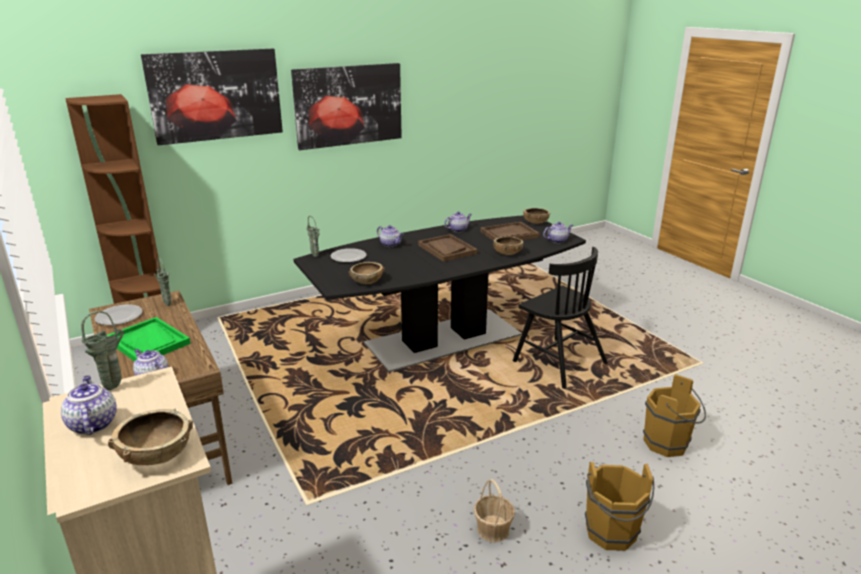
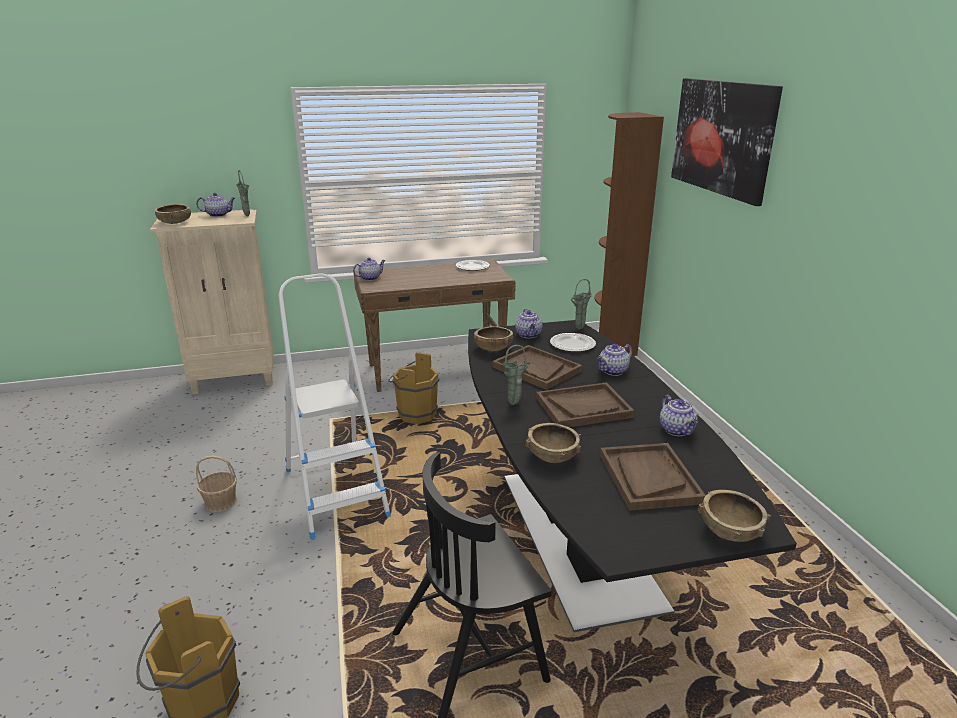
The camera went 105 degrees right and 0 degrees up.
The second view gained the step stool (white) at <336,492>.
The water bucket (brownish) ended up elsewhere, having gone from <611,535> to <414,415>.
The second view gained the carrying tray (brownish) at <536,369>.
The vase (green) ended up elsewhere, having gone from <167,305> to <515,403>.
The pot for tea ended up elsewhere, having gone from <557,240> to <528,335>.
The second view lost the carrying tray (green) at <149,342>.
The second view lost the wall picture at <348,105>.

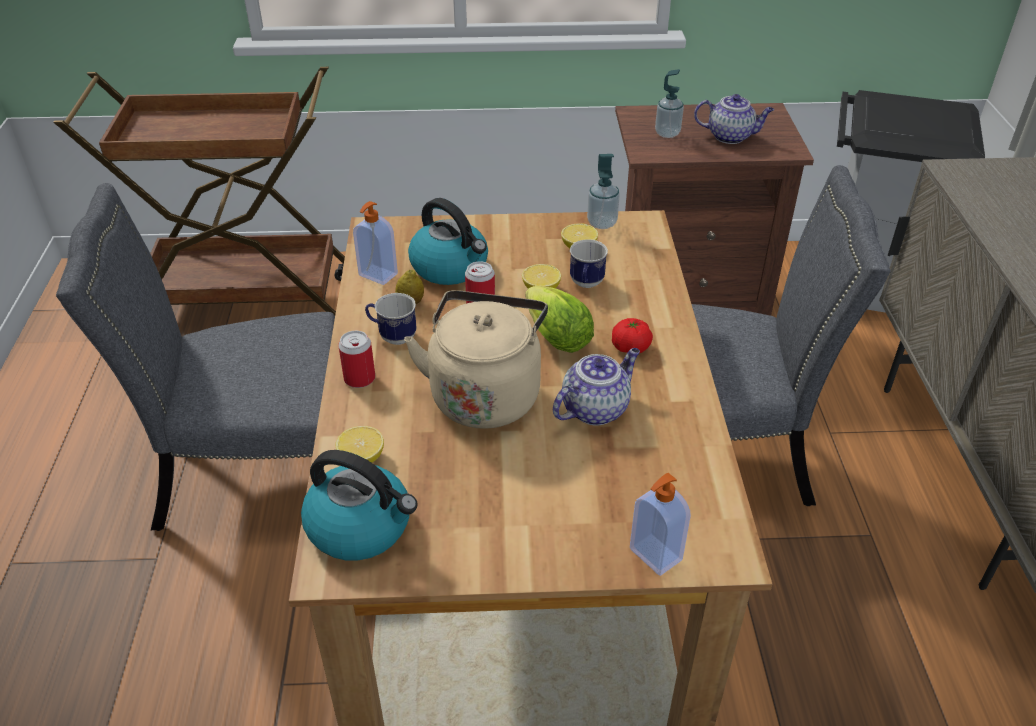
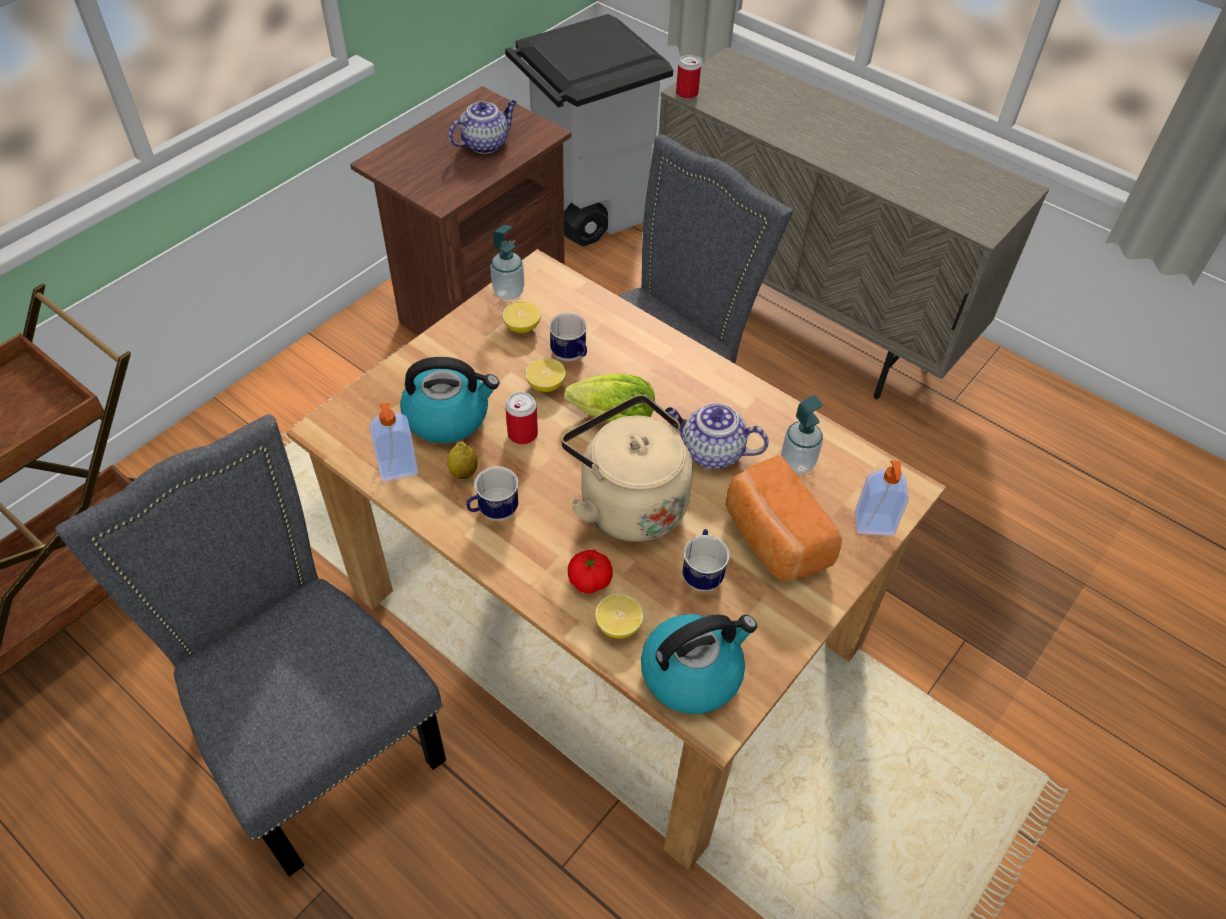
The camera went 50 degrees left and 10 degrees up.
The plain chair (grey) at <259,476> ended up facing another way, 105 degrees clockwise from before.
The whole tomato ended up elsewhere, having gone from <630,347> to <589,580>.
The pot for tea at <595,408> ended up facing another way, 75 degrees counterclockwise from before.
The sealed can ended up elsewhere, having gone from <359,378> to <687,93>.
The second view gained the coffee mug at <702,573>.
The second view gained the bread at <772,539>.
The soap bottle ended up elsewhere, having gone from <667,133> to <797,463>.

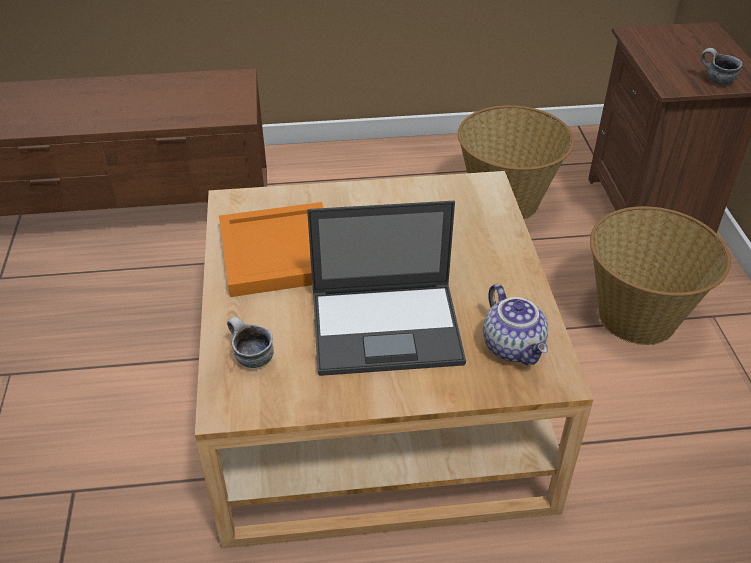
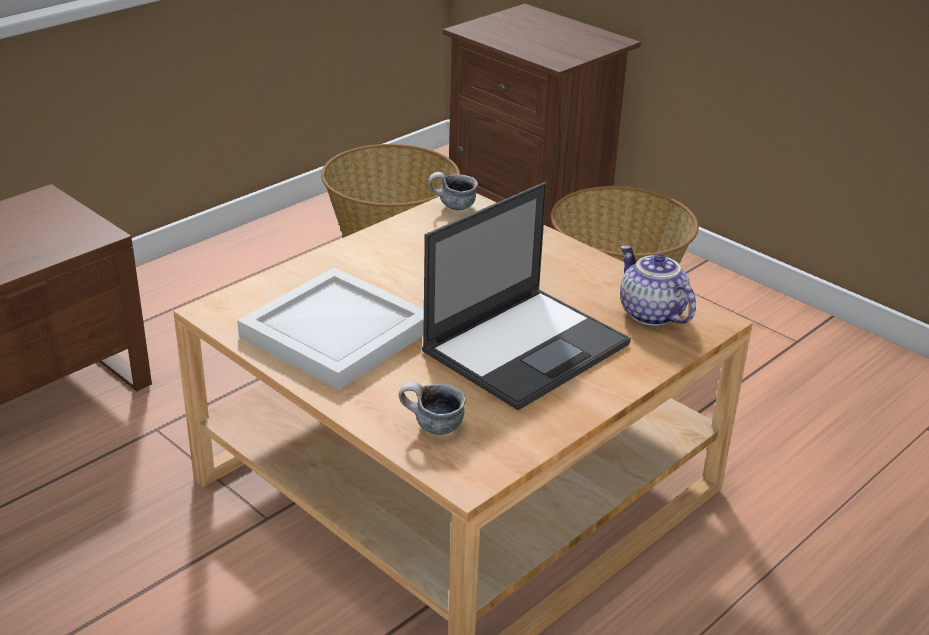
The camera went 40 degrees left and 10 degrees down.
What was the carrying tray (orangey) at <277,254> turned into the carrying tray (white) at <336,335>.
The coffee mug ended up elsewhere, having gone from <715,80> to <452,207>.
The pot for tea at <514,347> ended up facing another way, 150 degrees counterclockwise from before.

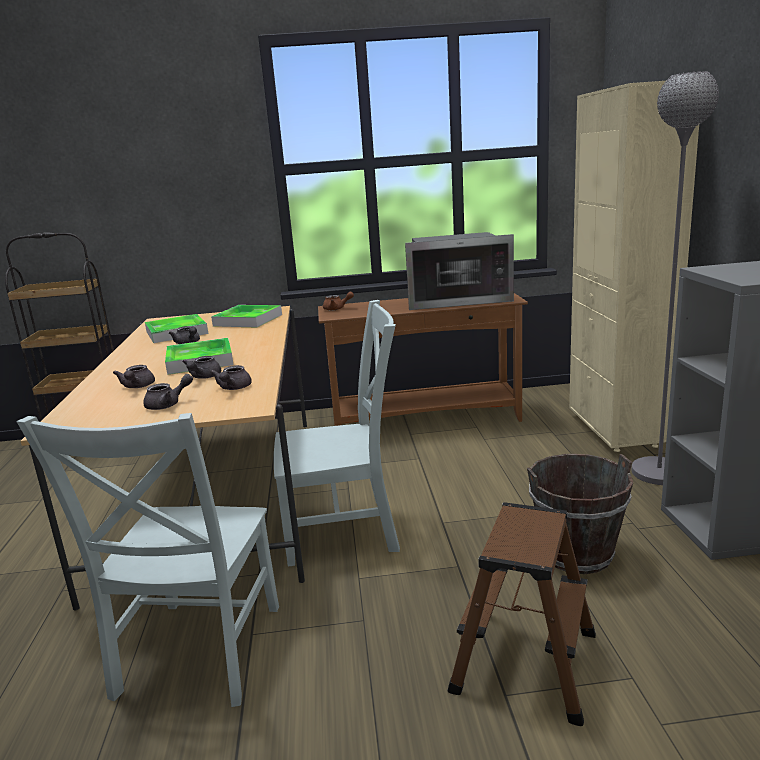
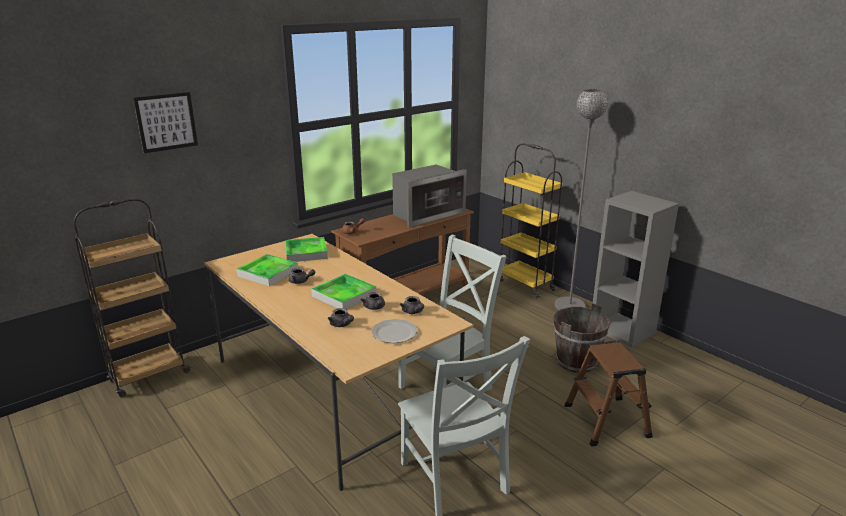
The camera went 35 degrees left and 5 degrees up.
The second view gained the wall picture at <166,122>.
Where the pot for tea (grey) stood at <168,404>, the plate came to stand at <394,333>.
Where the cupboard (beige) stood at <616,432>, the wheeled cart (yellowish) came to stand at <525,285>.

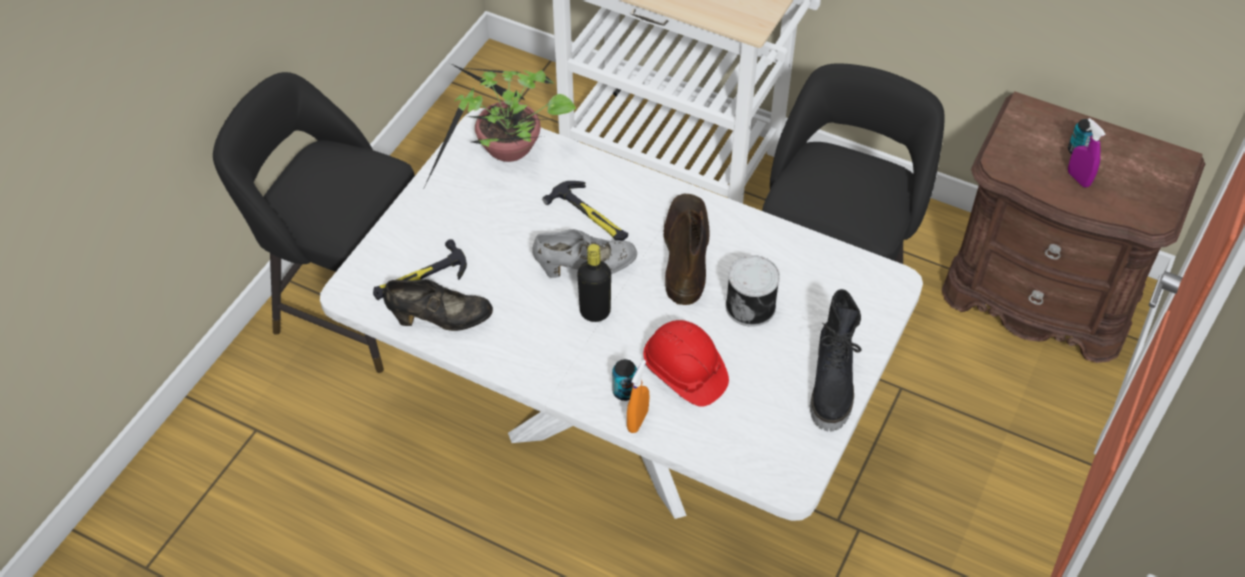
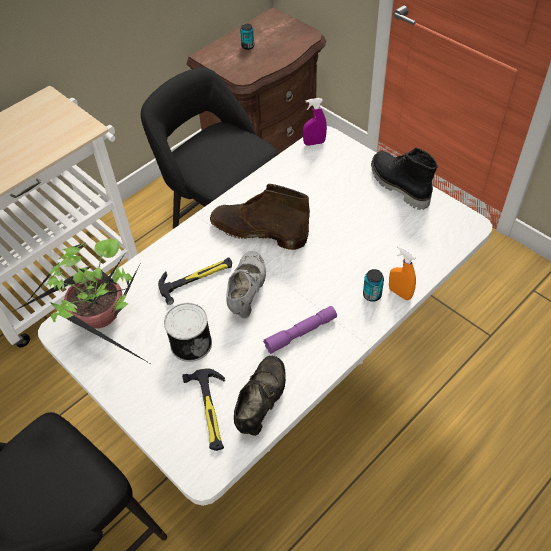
The camera went 70 degrees left and 0 degrees up.
The sealed can ended up elsewhere, having gone from <751,305> to <190,343>.
The second view gained the torch (purple) at <301,333>.
The sprayer (purple) ended up elsewhere, having gone from <1078,179> to <314,143>.
The tall boot (blackish) at <833,386> ended up facing another way, 150 degrees counterclockwise from before.
The second view lost the drink bottle (blackish) at <595,312>.
The second view lost the safety helmet (red) at <684,373>.

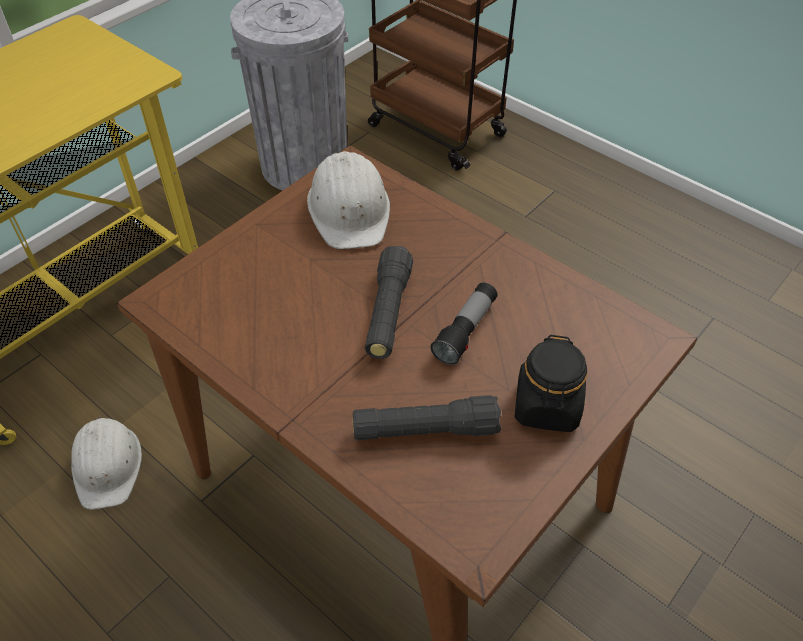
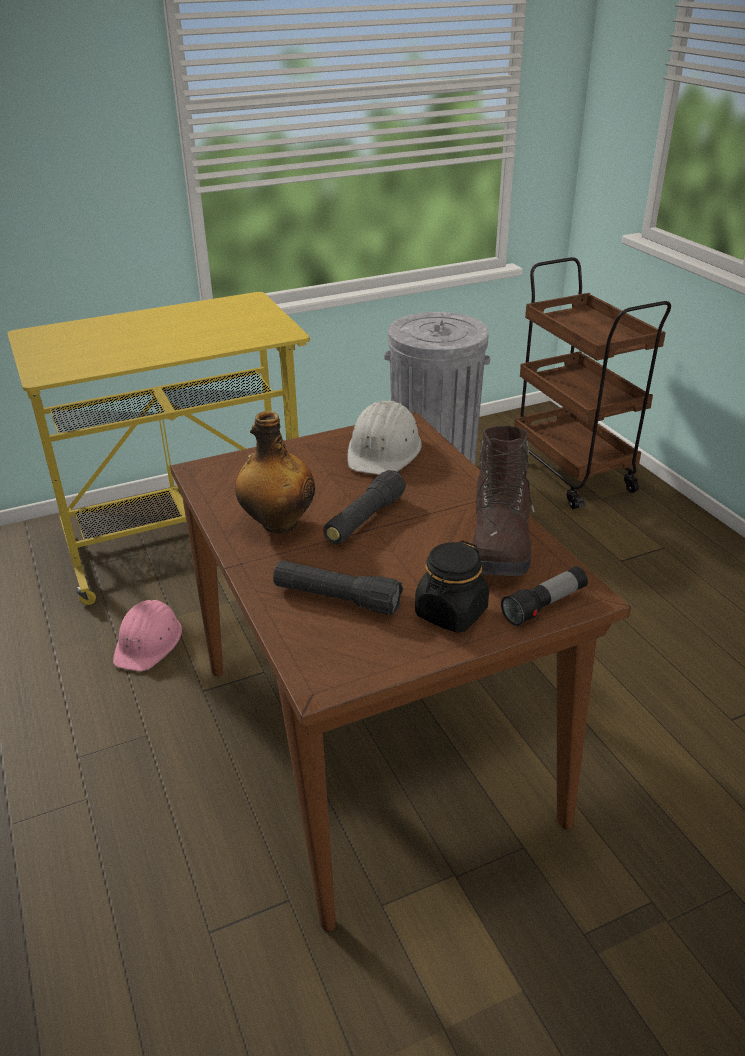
The camera went 25 degrees right and 15 degrees down.
What was the safety helmet (white) at <108,465> turned into the safety helmet (pink) at <149,642>.
The second view gained the drink bottle at <278,523>.
The second view gained the tall boot (brownish) at <499,542>.
The torch ended up elsewhere, having gone from <465,331> to <544,605>.

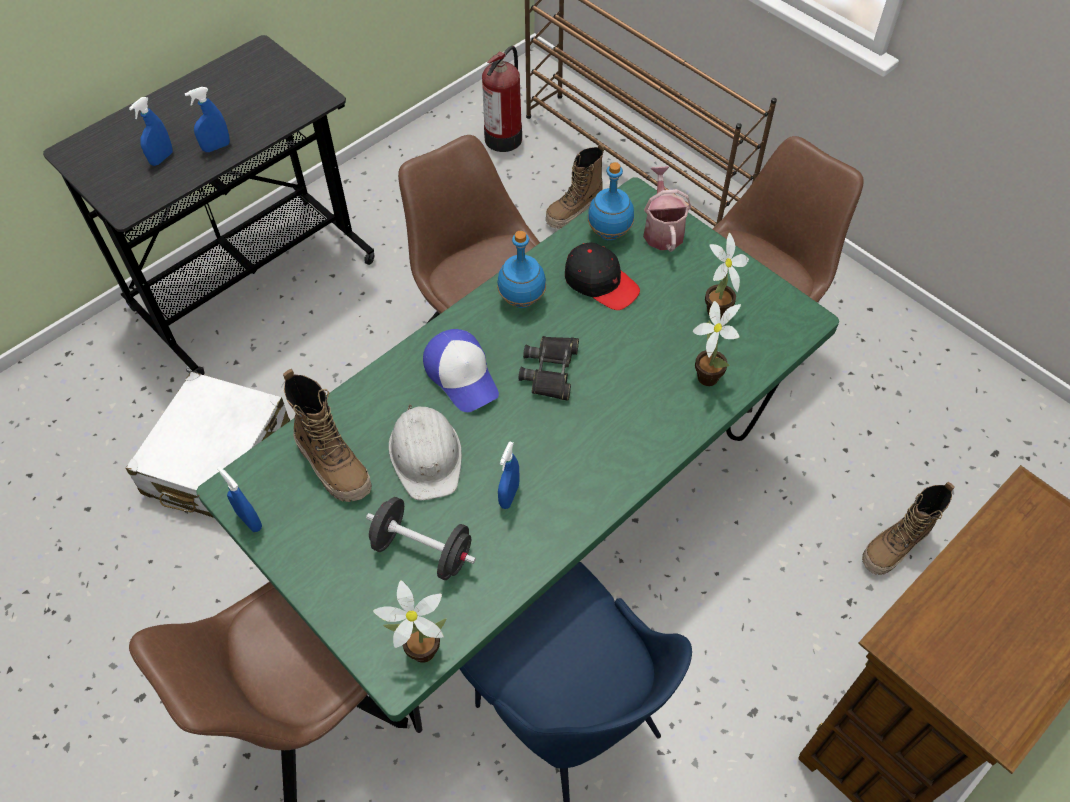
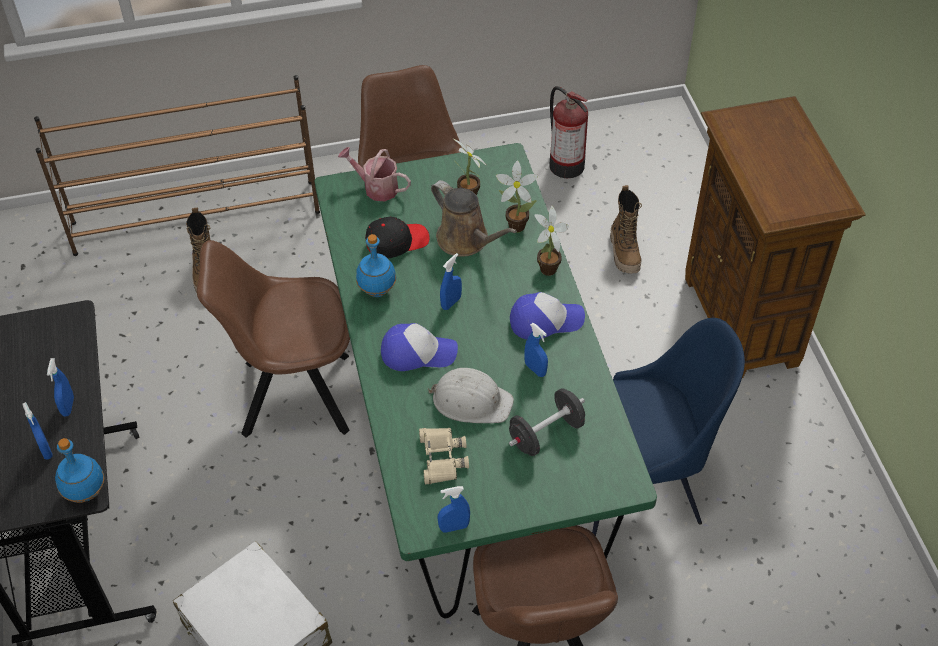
The camera went 60 degrees left and 5 degrees down.
The drink bottle (blue-coloured) ended up elsewhere, having gone from <609,233> to <85,493>.
Where the tall boot stood at <334,465>, the binoculars (beige) came to stand at <441,458>.
The second view gained the watering pot (brownish) at <466,240>.
Where the binoculars (blackish) stood at <551,371>, the sprayer (blue-coloured) came to stand at <451,302>.
The second view gained the peaked cap at <545,321>.
The houseplant ended up elsewhere, having gone from <419,649> to <546,271>.
The fire extinguisher ended up elsewhere, having gone from <504,137> to <565,164>.

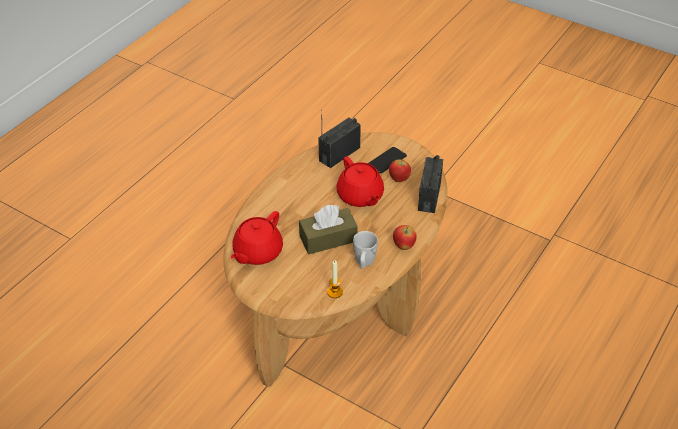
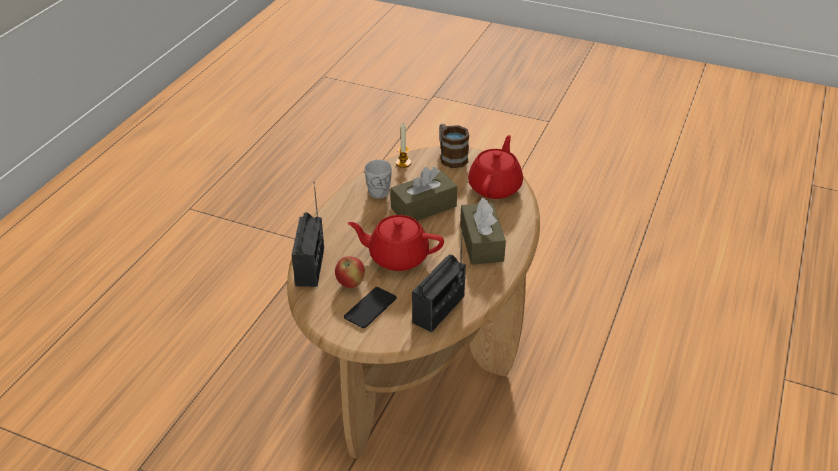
The camera went 170 degrees right and 5 degrees down.
The pot for tea (red) at <360,196> ended up facing another way, 45 degrees counterclockwise from before.
The second view gained the coffee mug at <450,156>.
The second view gained the box of tissues (brownish) at <481,243>.
The second view lost the whole apple at <404,246>.

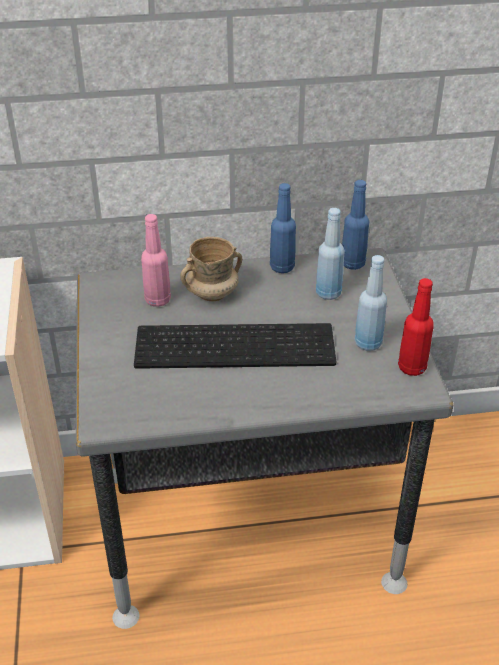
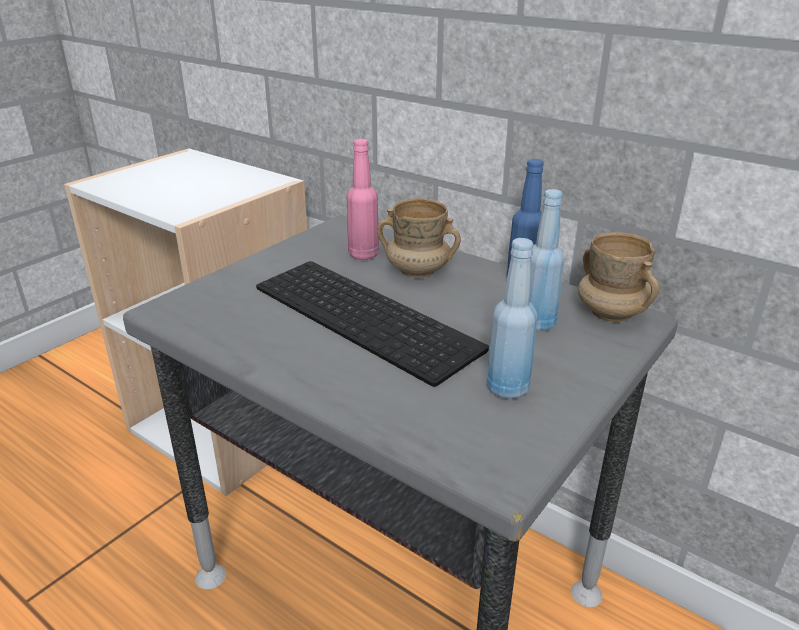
The camera went 45 degrees right and 10 degrees down.
Where the drink bottle (blue-coloured) stood at <353,263>, the coffee mug (beige) came to stand at <611,313>.
The second view lost the drink bottle (red) at <411,367>.

